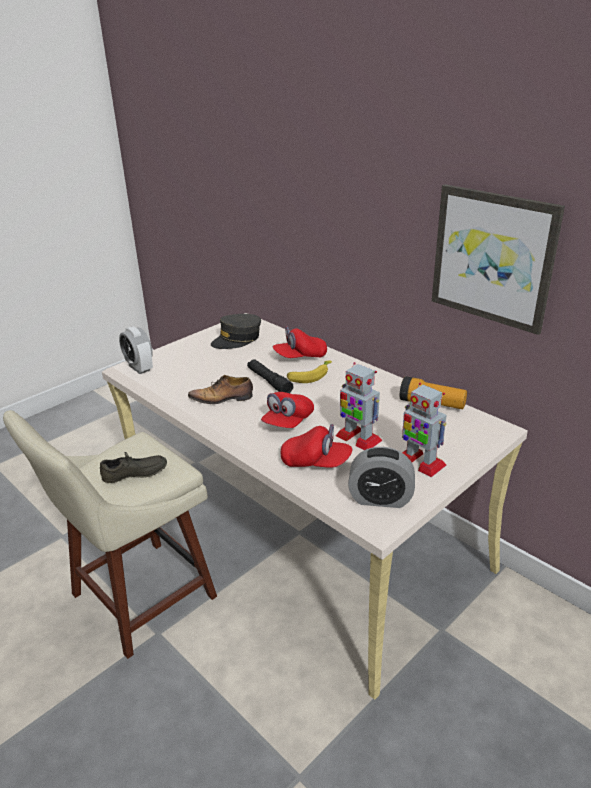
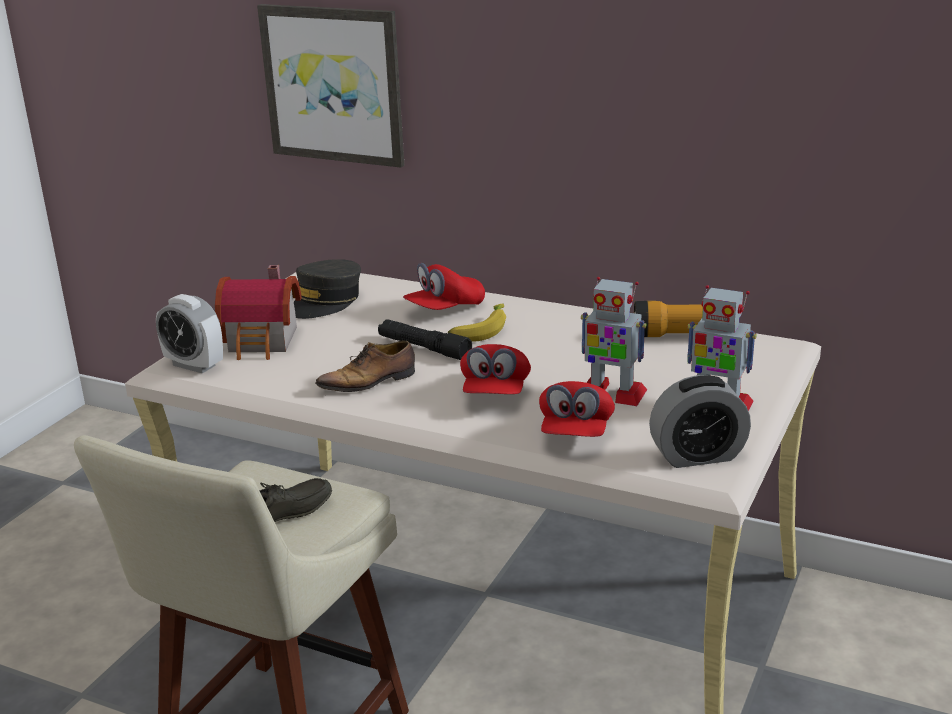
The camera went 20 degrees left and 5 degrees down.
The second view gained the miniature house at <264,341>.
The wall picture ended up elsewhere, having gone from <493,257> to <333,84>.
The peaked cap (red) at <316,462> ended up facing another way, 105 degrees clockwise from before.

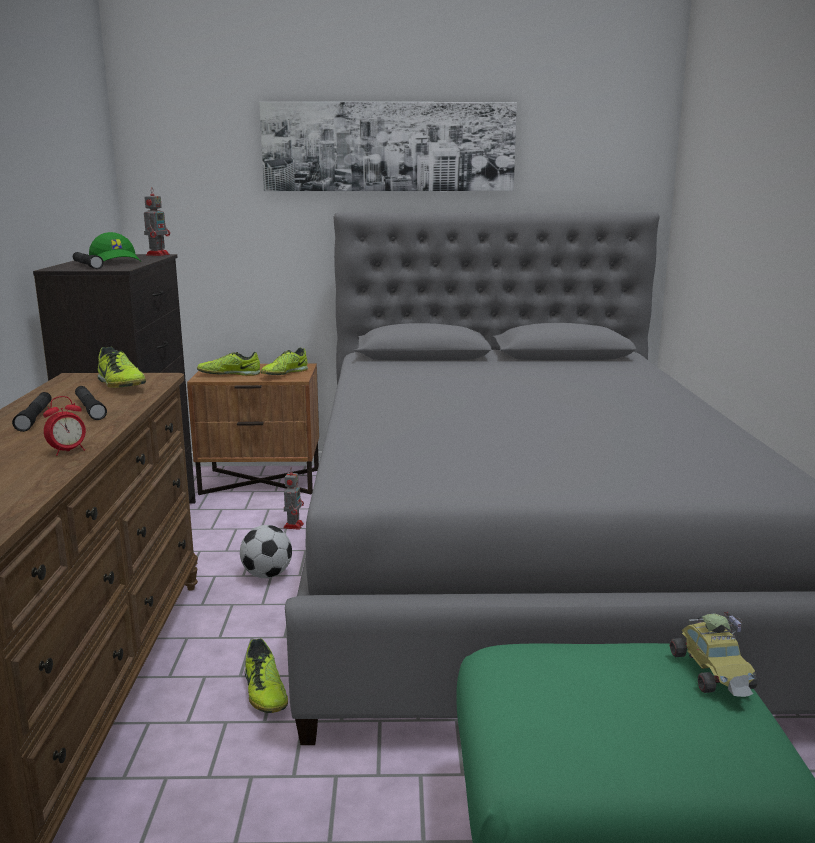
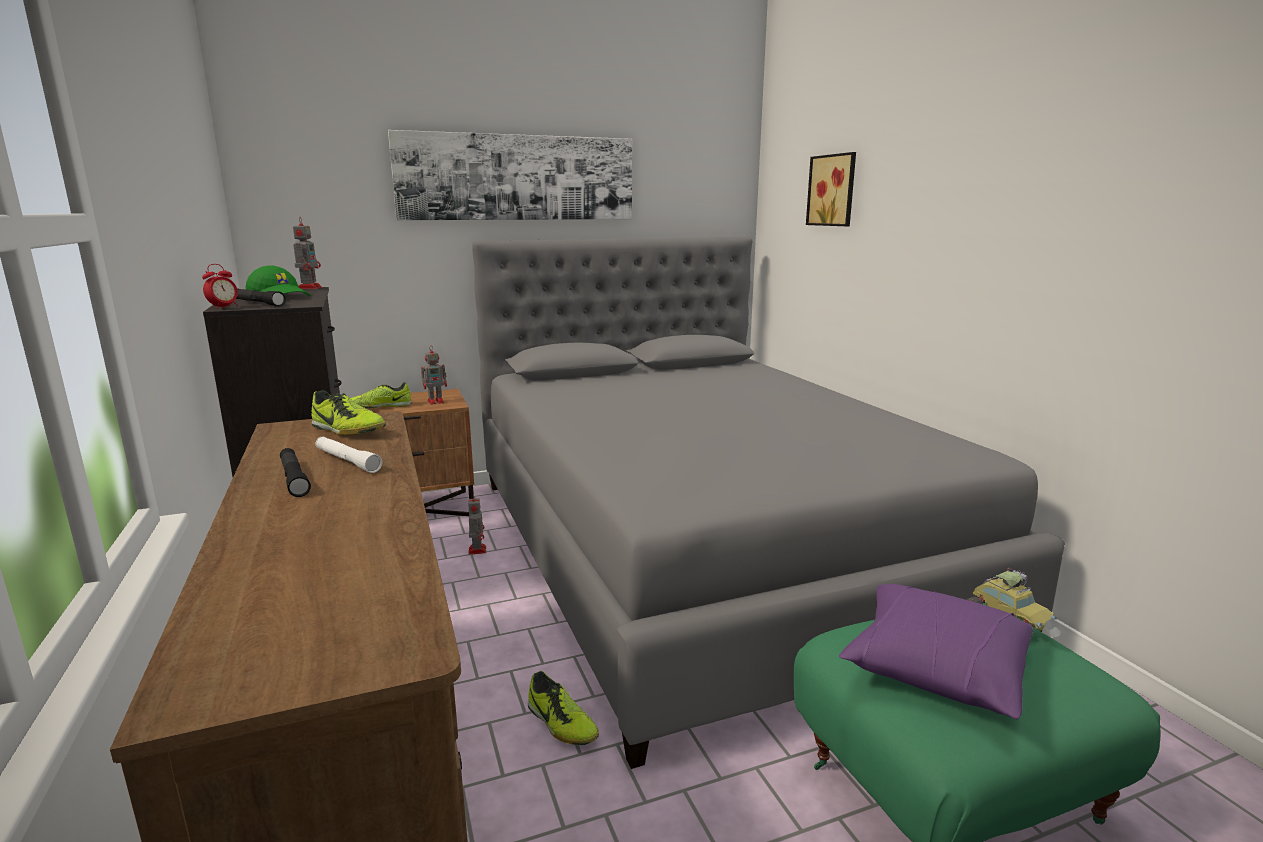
The camera went 20 degrees left and 0 degrees up.
The alarm clock ended up elsewhere, having gone from <68,451> to <224,308>.
What was the torch (blackish) at <90,409> turned into the torch (white) at <347,461>.
Where the shoe stood at <284,374>, the robot figure came to stand at <436,401>.
The second view gained the wall picture at <833,190>.
The second view gained the throw pillow (purple) at <935,668>.
The second view lost the football ball at <266,575>.

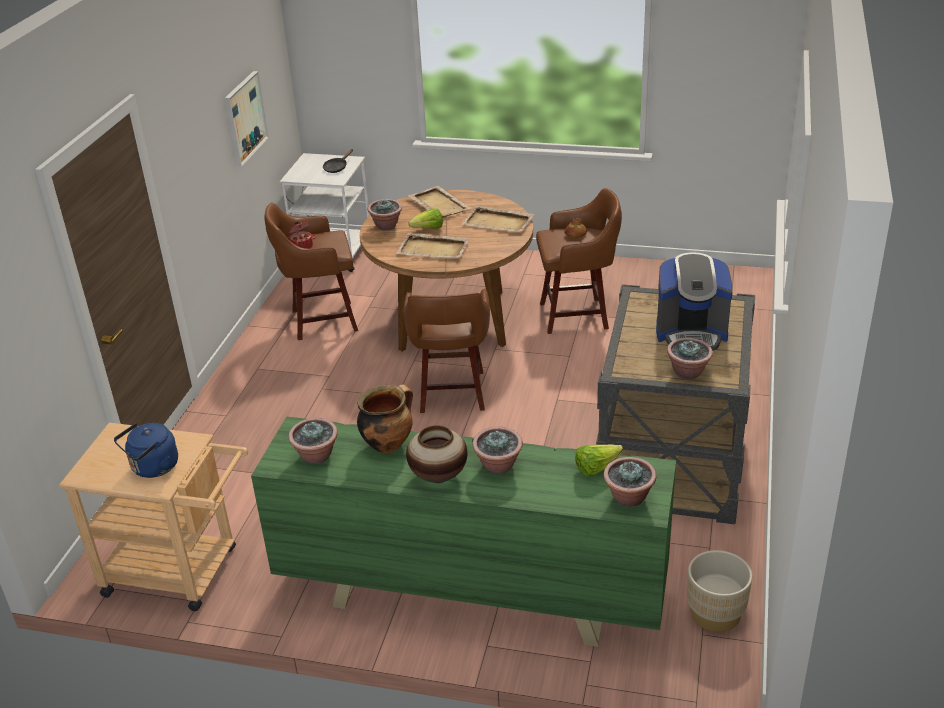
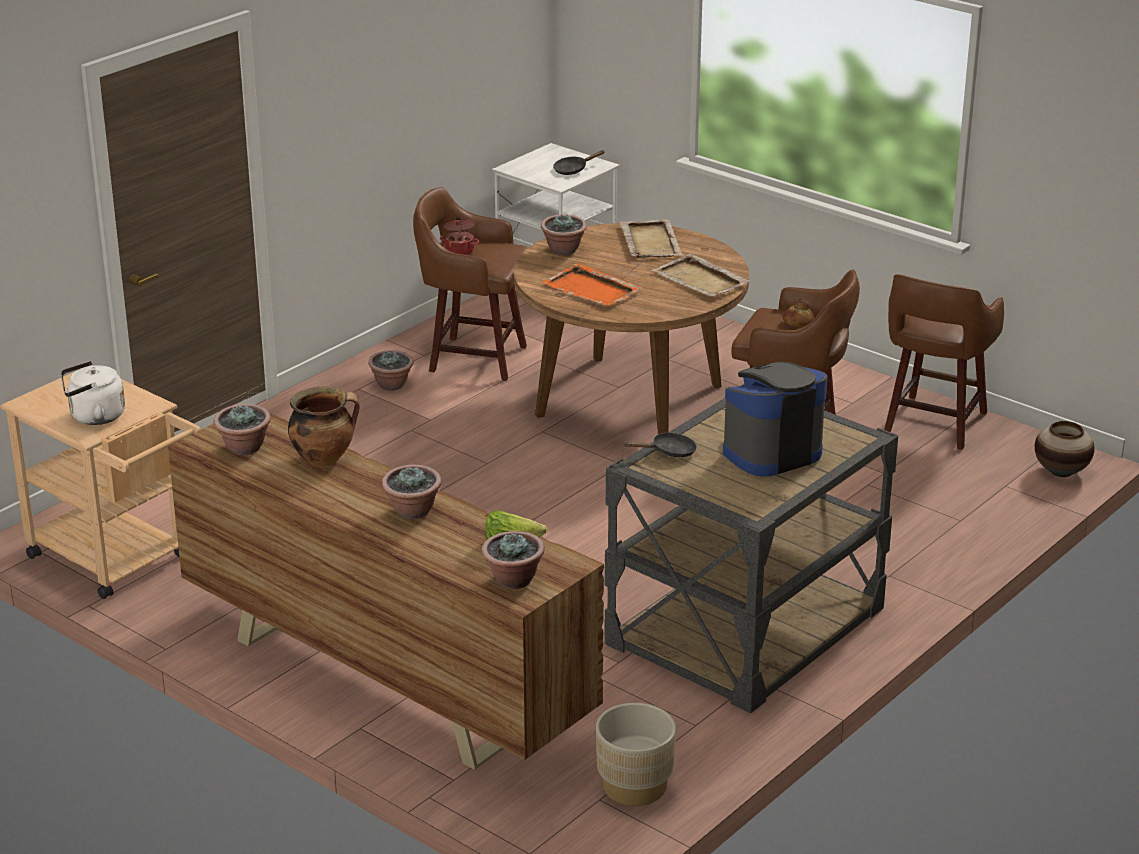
The camera went 25 degrees right and 5 degrees down.
What was the water kettle (blue-coloured) at <153,468> turned into the water kettle (white) at <94,417>.
What was the cupboard (green) at <469,598> turned into the cupboard (brownish) at <382,680>.
The houseplant ended up elsewhere, having gone from <688,372> to <392,385>.
What was the carrying tray (beige) at <434,249> turned into the carrying tray (orangey) at <592,289>.
The second view gained the pan (blackish) at <669,452>.
The coffee machine at <691,333> ended up facing another way, 120 degrees clockwise from before.
The sitting stool (brownish) ended up elsewhere, having gone from <451,394> to <933,425>.
The vase ended up elsewhere, having gone from <438,475> to <1061,471>.
The second view lost the wall picture at <245,118>.
The second view lost the head of lettuce at <428,229>.

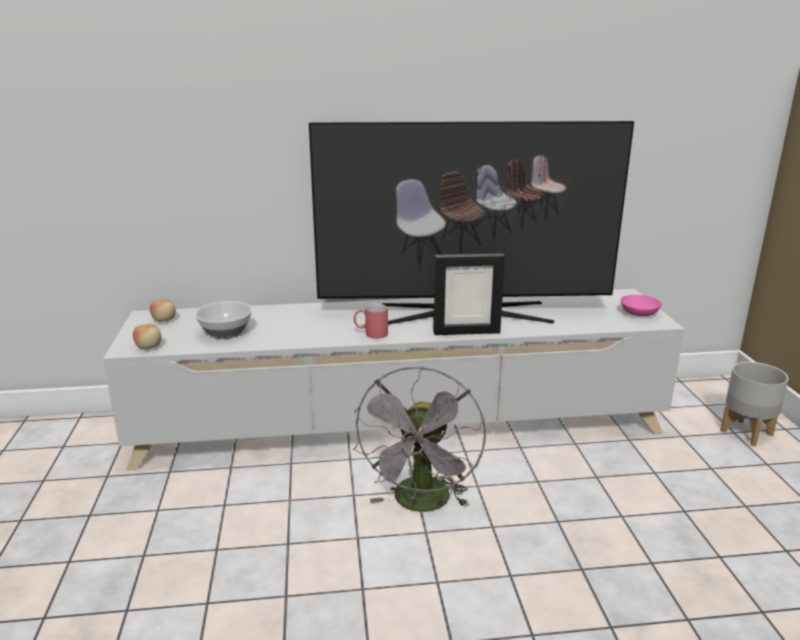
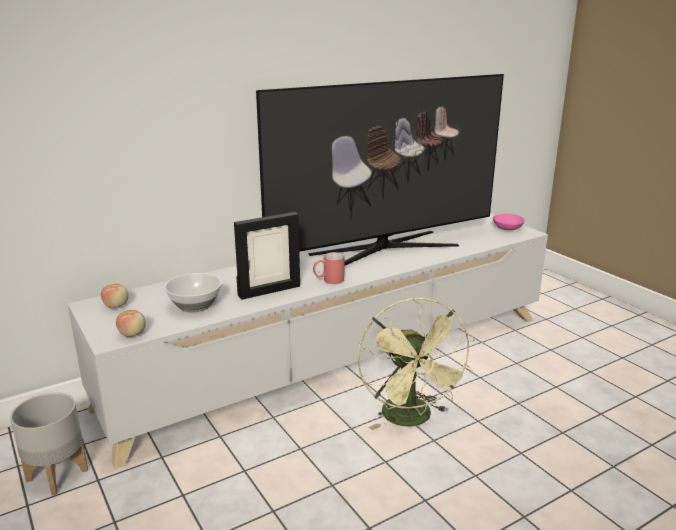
The camera went 25 degrees left and 0 degrees up.
The plant pot (grey) ended up elsewhere, having gone from <747,433> to <58,475>.
The picture frame ended up elsewhere, having gone from <466,331> to <269,290>.
What was the fan (grey) at <422,504> turned into the fan (green) at <412,419>.

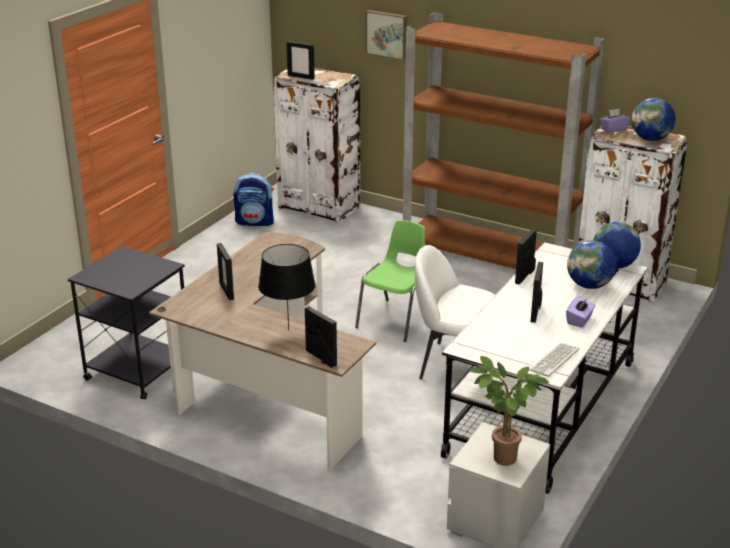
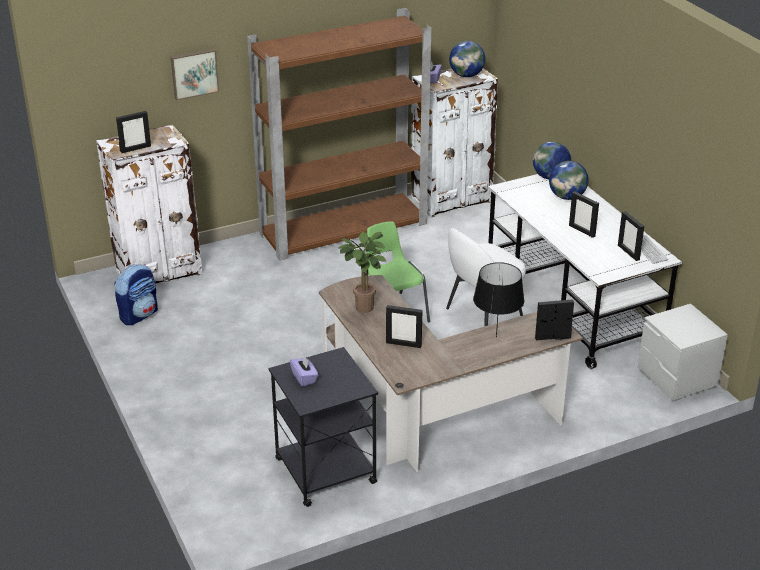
The camera went 55 degrees left and 5 degrees up.
The box of tissues (purple) ended up elsewhere, having gone from <579,320> to <304,378>.
The houseplant ended up elsewhere, having gone from <501,460> to <364,309>.
The picture frame ended up elsewhere, having gone from <525,276> to <629,252>.

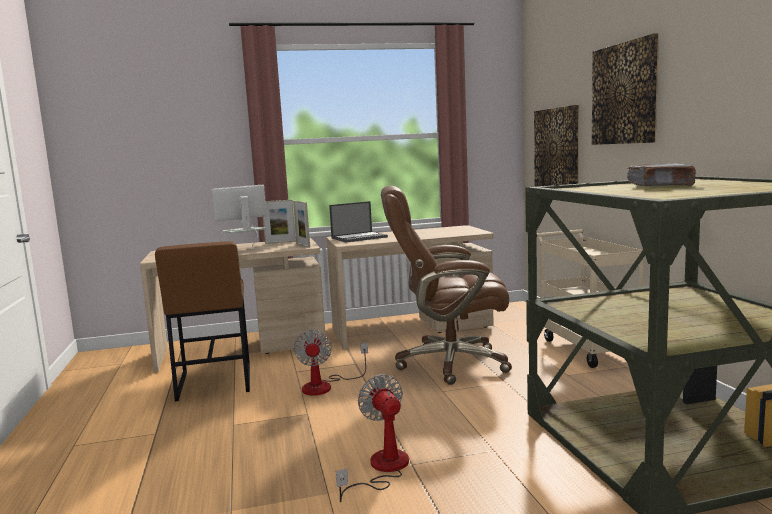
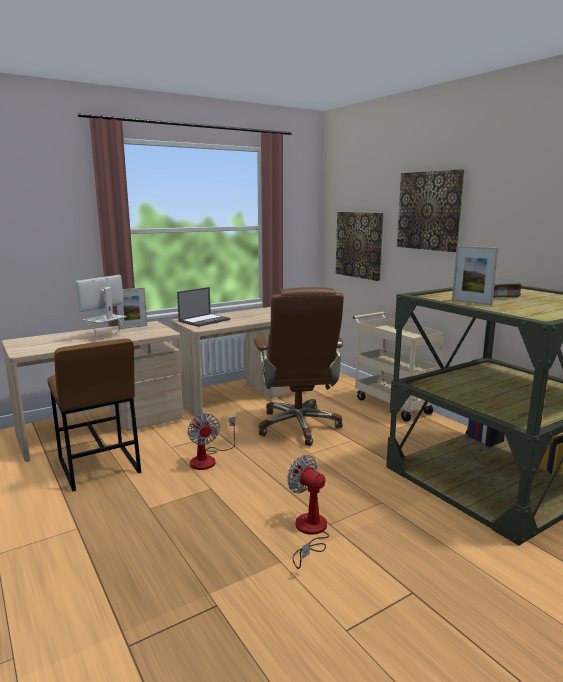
The camera went 20 degrees left and 5 degrees up.
The computer chair (brownish) at <447,364> ended up facing another way, 75 degrees counterclockwise from before.
The picture frame ended up elsewhere, having gone from <303,245> to <471,302>.

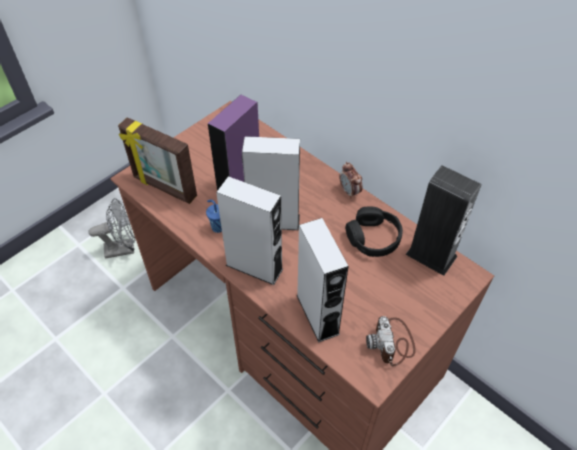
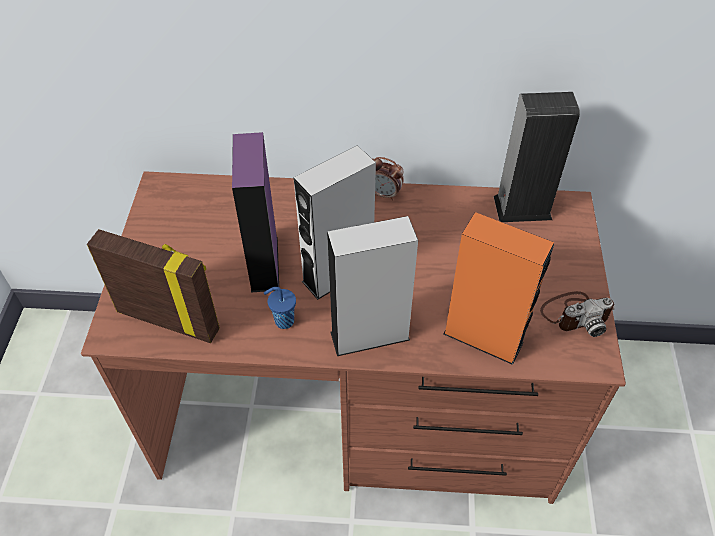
The camera went 40 degrees left and 0 degrees up.
The picture frame at <164,188> ended up facing another way, 150 degrees counterclockwise from before.
What was the loudspeaker (grey) at <317,314> turned into the loudspeaker (orangey) at <483,338>.
The photo camera at <392,343> ended up facing another way, 60 degrees counterclockwise from before.
The second view lost the fan (grey) at <124,248>.
The second view lost the headset (blackish) at <373,238>.

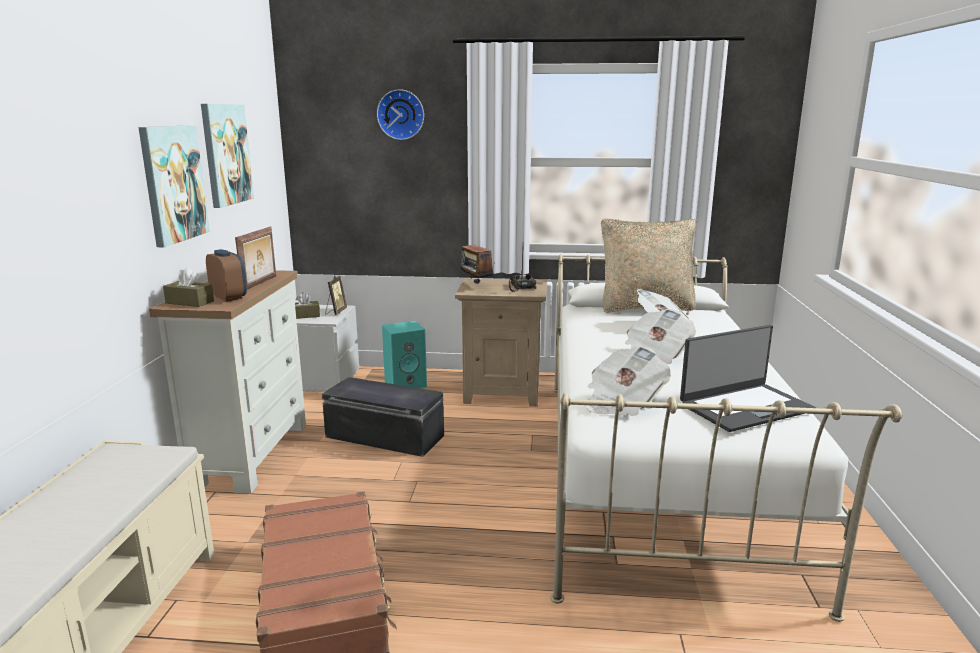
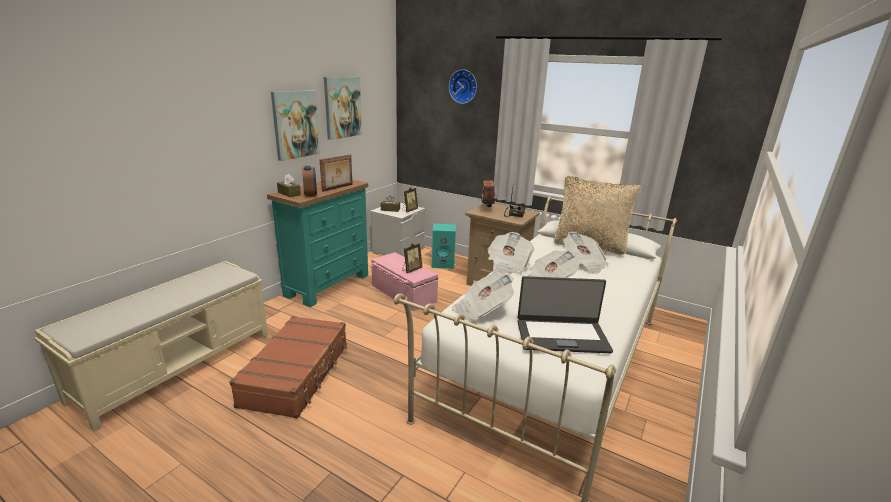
The camera went 25 degrees right and 5 degrees up.
What was the drawer chest (white) at <252,454> turned into the drawer chest (turquoise-coloured) at <328,285>.
What was the storage container (blackish) at <384,437> turned into the storage container (pink) at <403,293>.
The second view gained the picture frame at <411,270>.
The second view gained the newspaper at <508,265>.

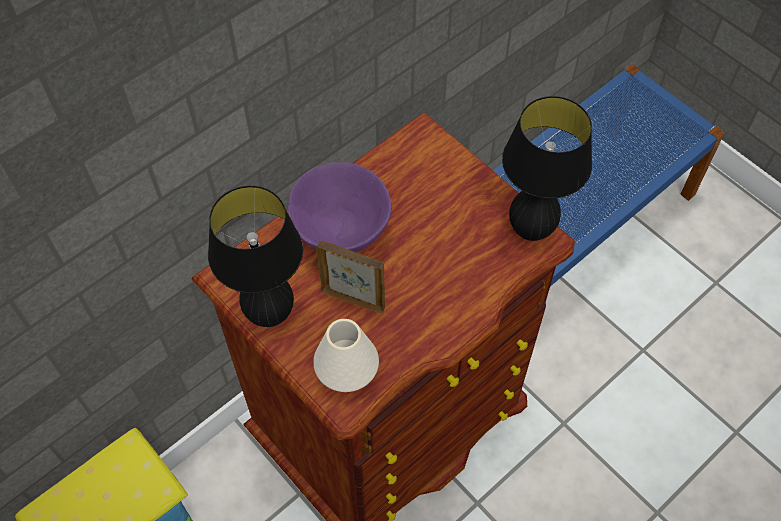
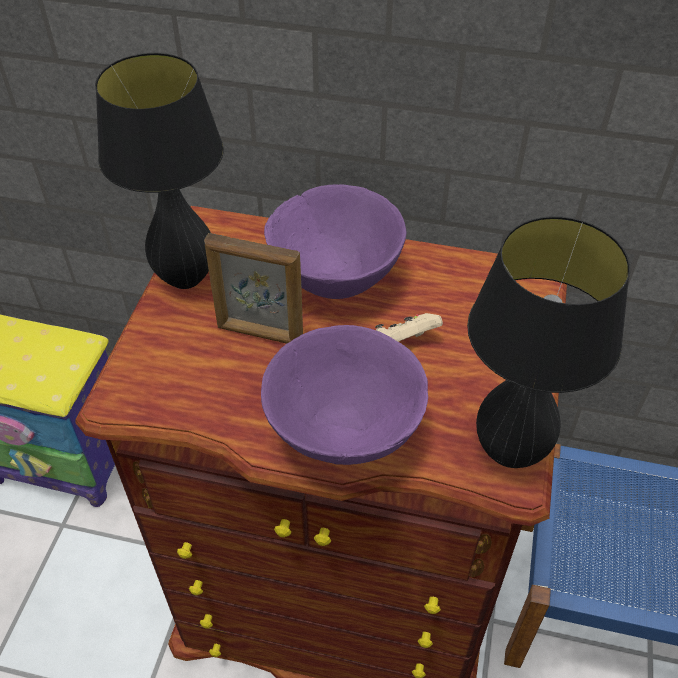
The camera went 55 degrees right and 10 degrees down.
The picture frame at <353,299> ended up facing another way, 120 degrees clockwise from before.
The second view gained the bowl (purple) at <344,433>.
The second view gained the game controller (beige) at <403,342>.
The second view lost the vase (white) at <347,371>.

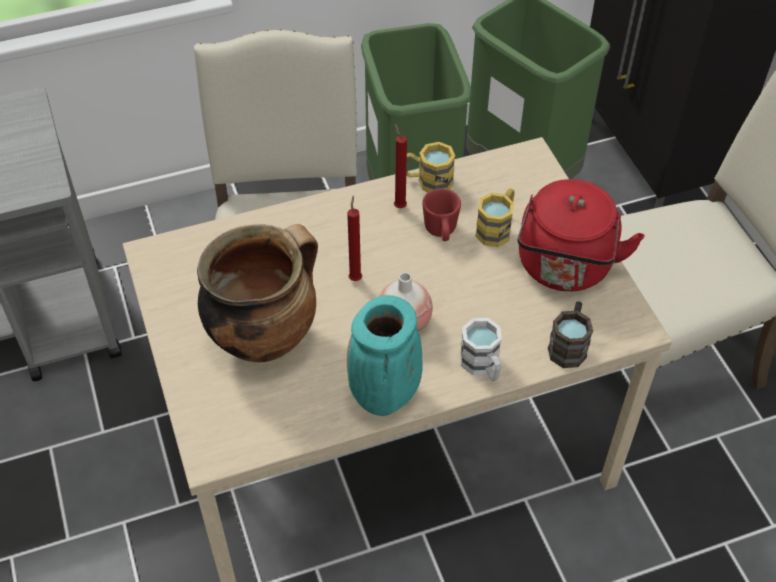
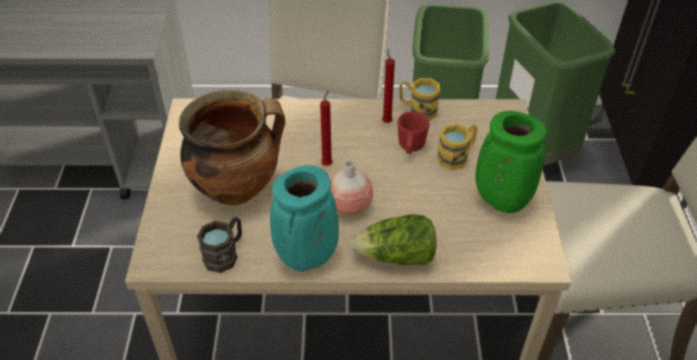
The camera went 20 degrees right and 5 degrees down.
The coffee mug (brownish) ended up elsewhere, having gone from <569,345> to <225,254>.
Where the coffee mug (white) stood at <482,366>, the head of lettuce came to stand at <397,256>.
Where the water kettle (red) stood at <564,268>, the vase (green) came to stand at <500,200>.

